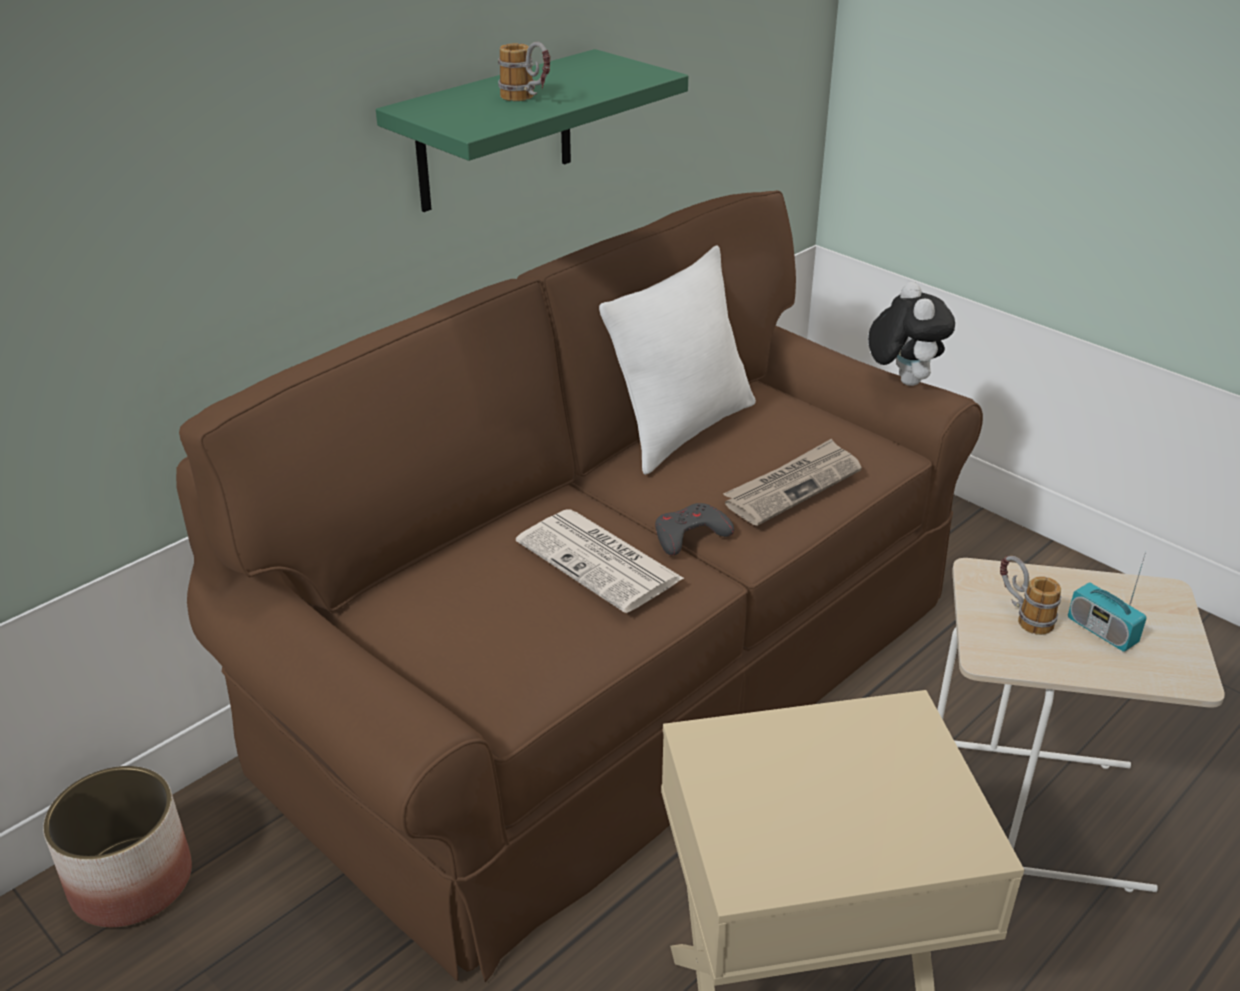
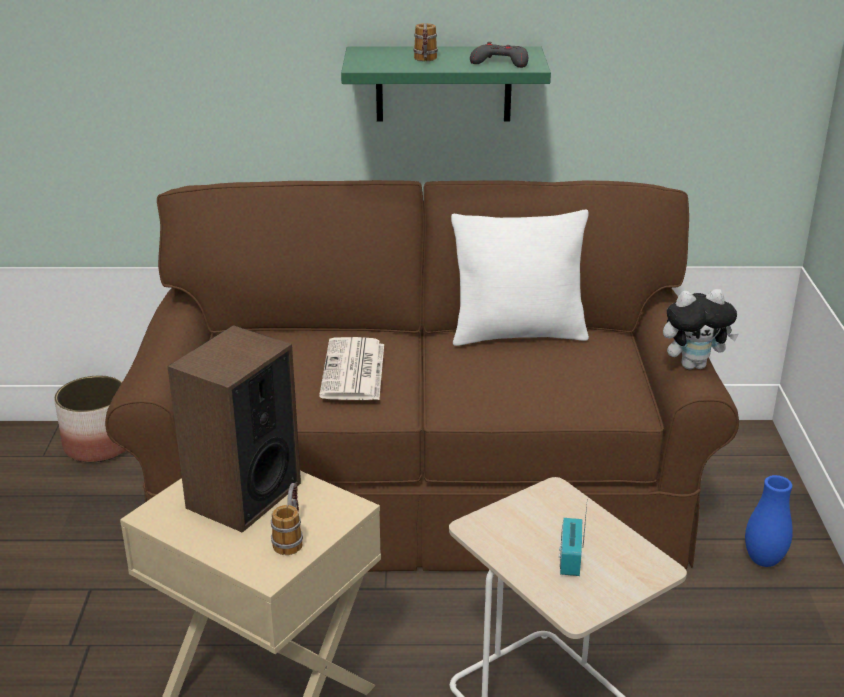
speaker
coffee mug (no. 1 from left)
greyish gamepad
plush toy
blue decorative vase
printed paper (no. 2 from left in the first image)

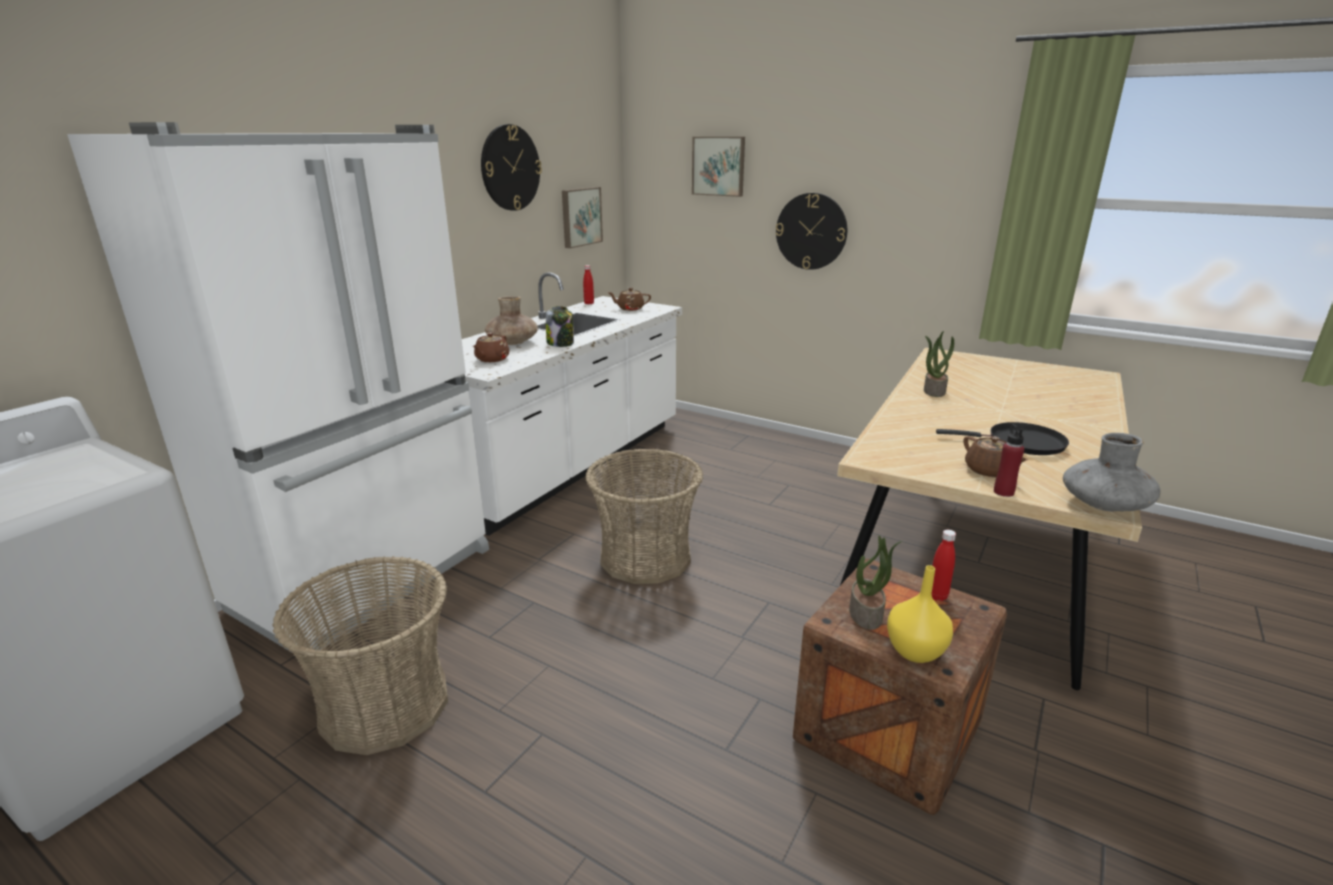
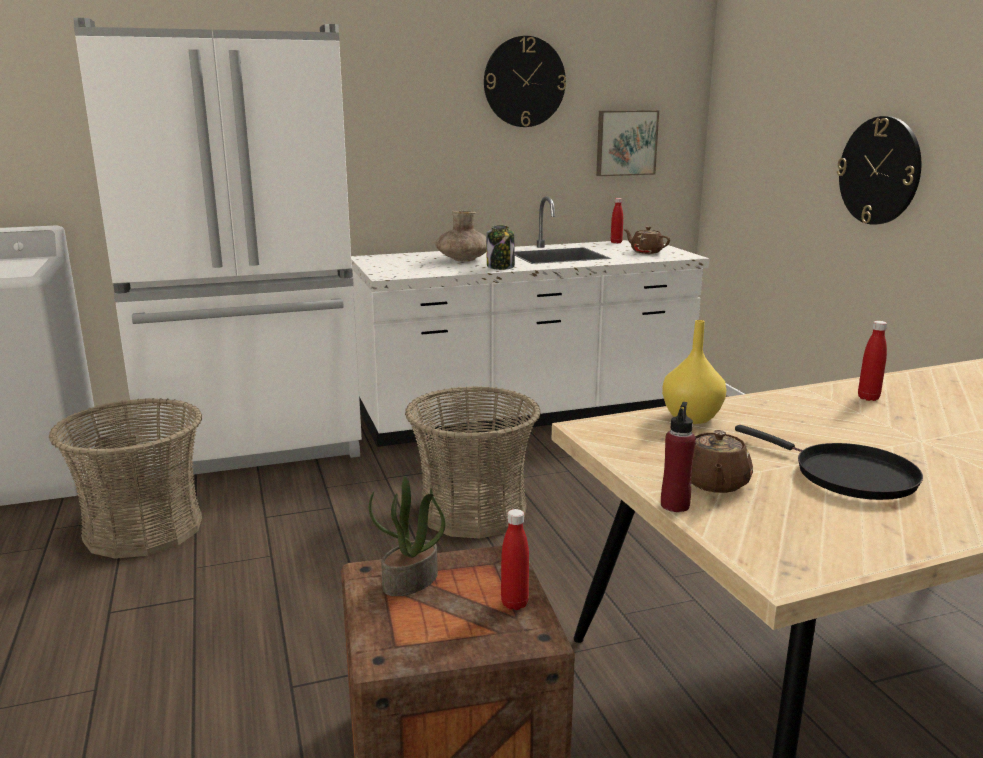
yellow decorative vase
red-coloured drink bottle (no. 4 from left)
brownish pot for tea (no. 1 from left in the first image)
wall art (no. 2 from left in the first image)
greyish decorative vase

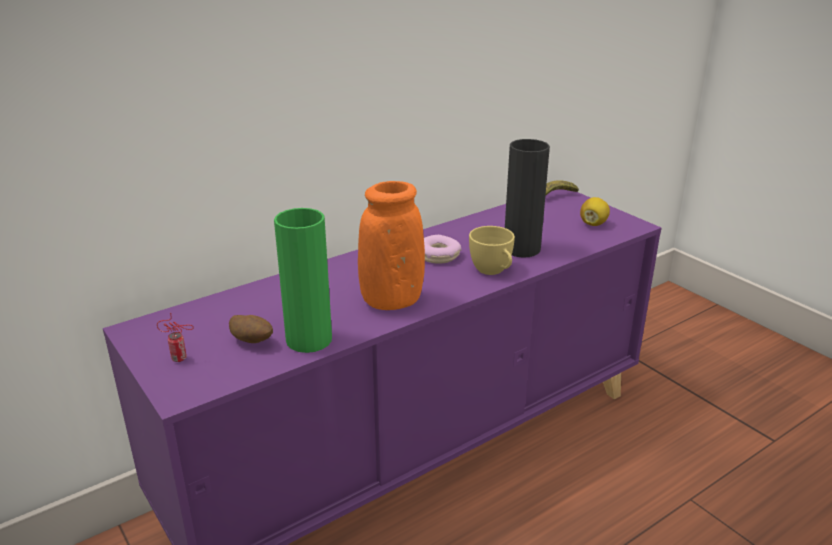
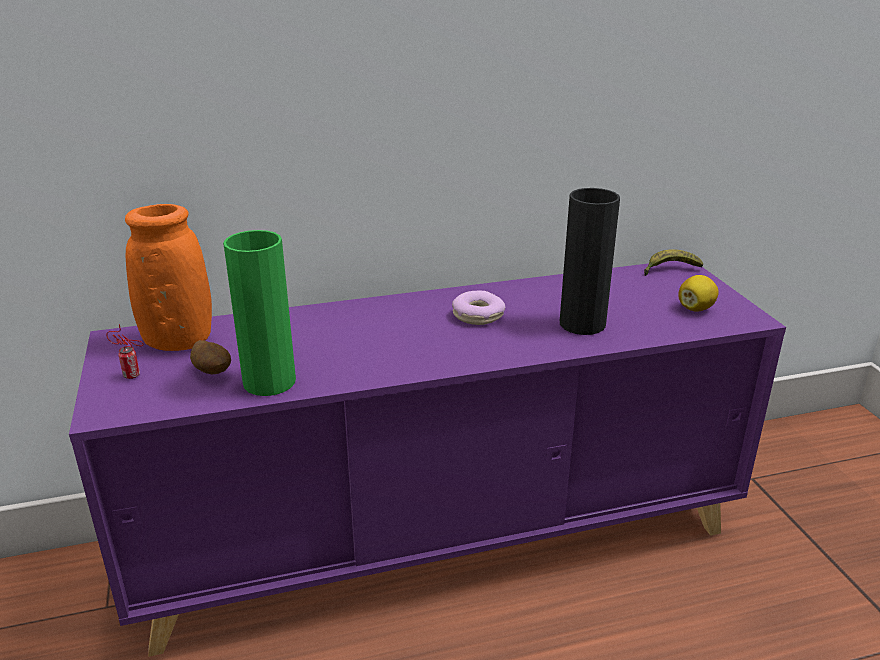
orange-coloured decorative vase
yellow cup

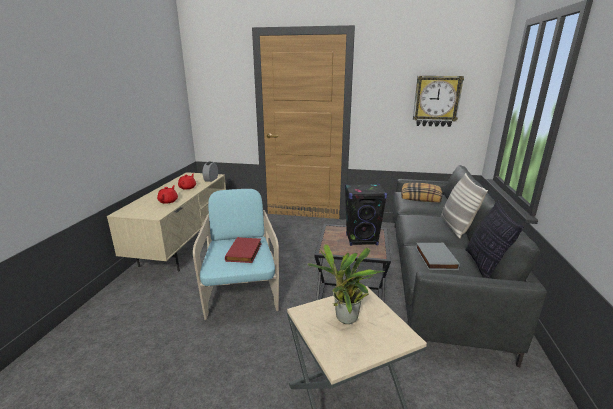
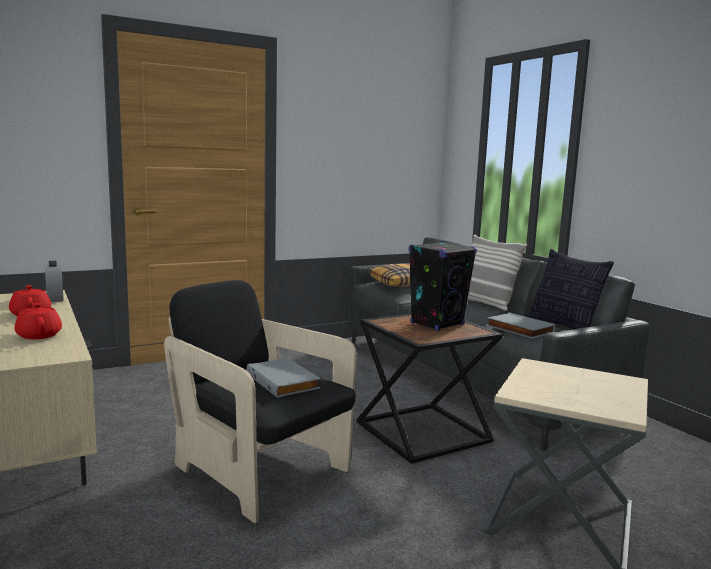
black-coloured armchair
greyish book (no. 1 from left)
houseplant
wall clock

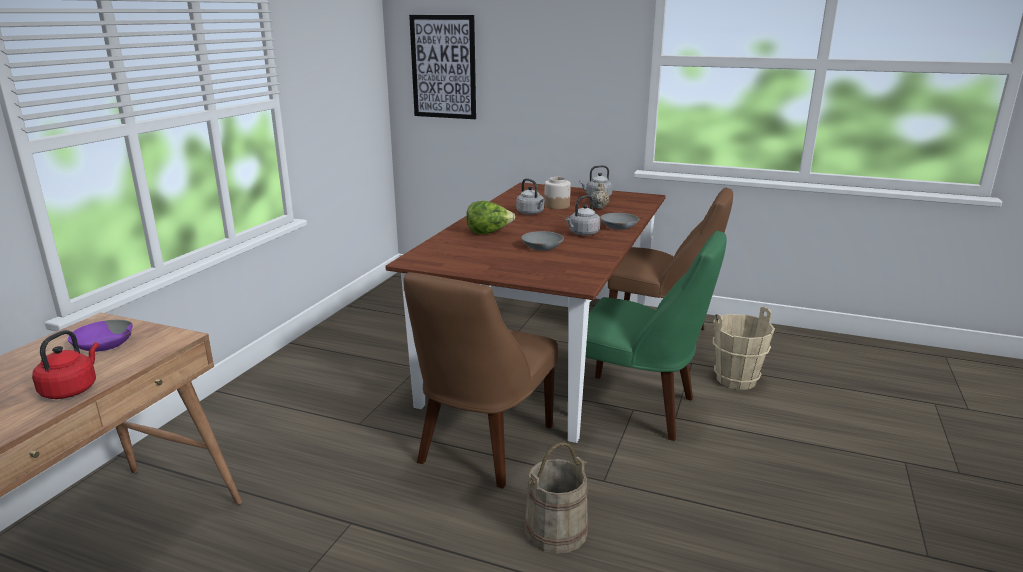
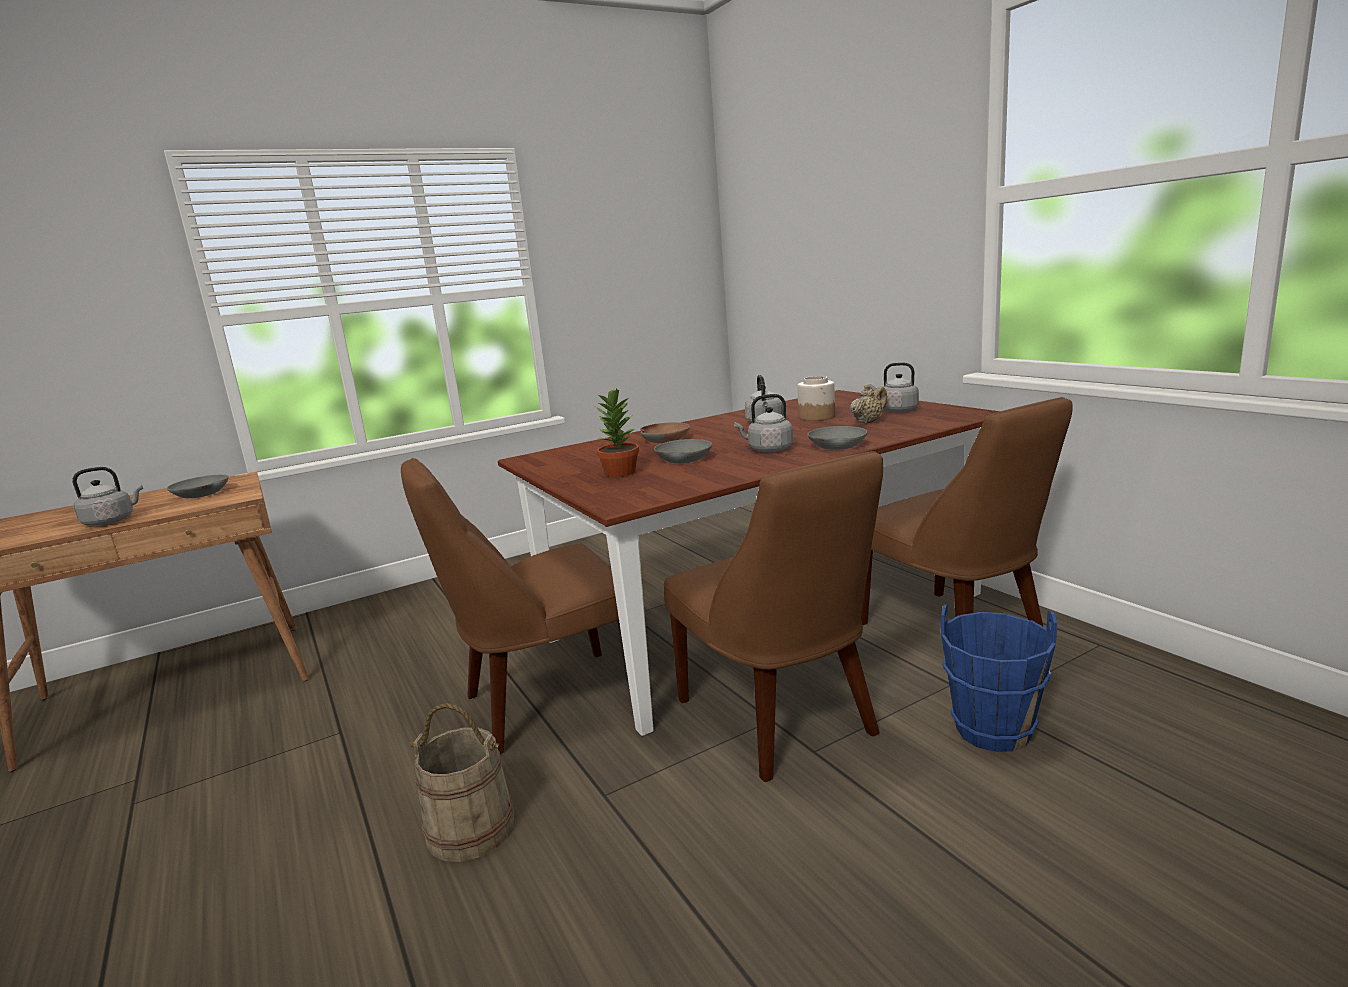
greyish water kettle (no. 1 from left)
greyish bowl (no. 1 from left)
houseplant
brownish bowl
brownish chair (no. 2 from left)
blue water bucket
wall art

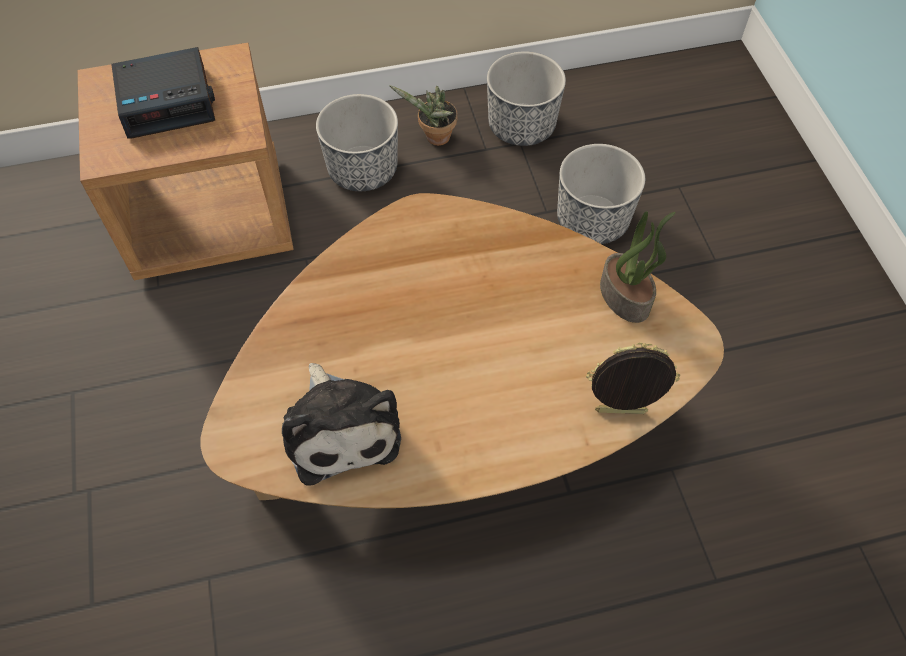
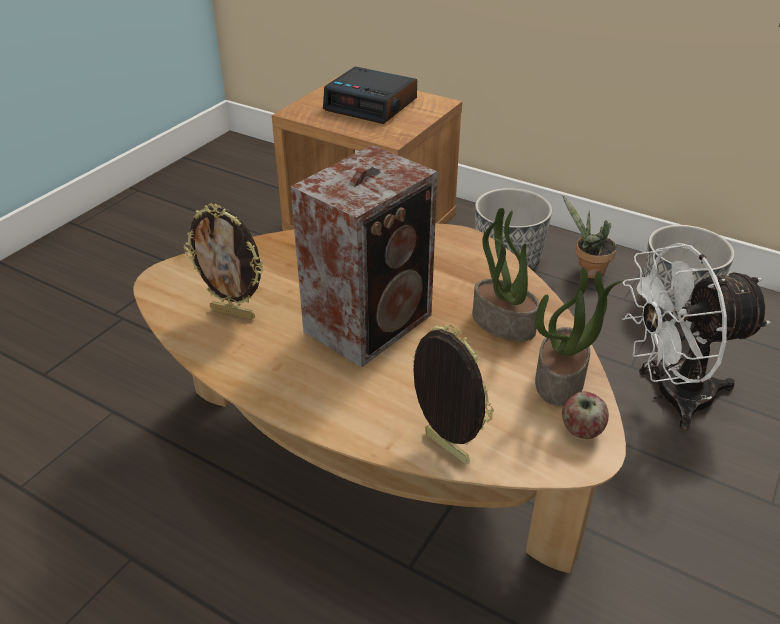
standing frame (no. 1 from left)
speaker
houseplant (no. 1 from left)
apple fruit
whitish fan

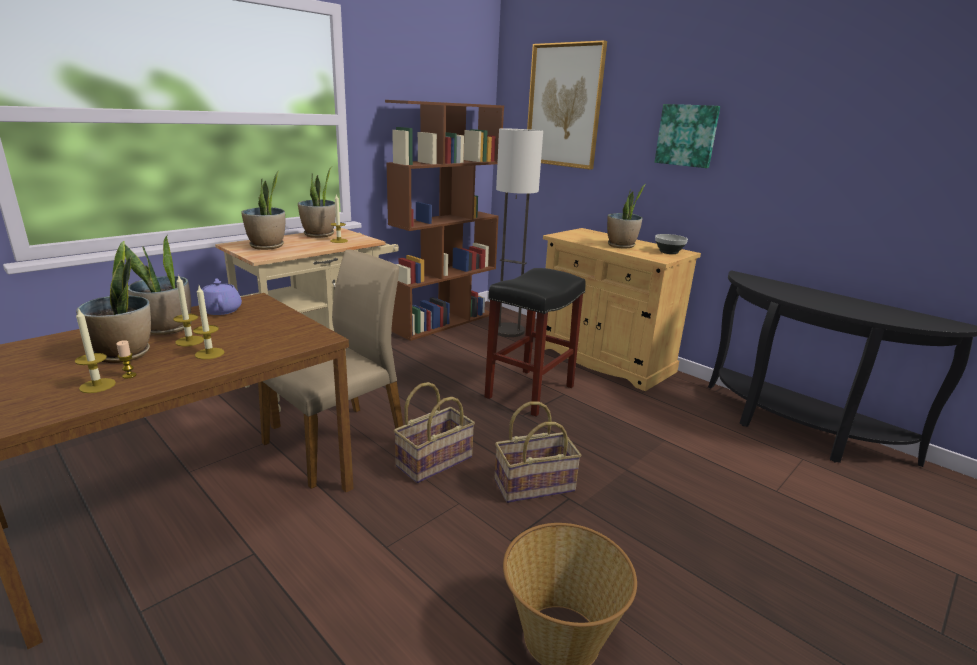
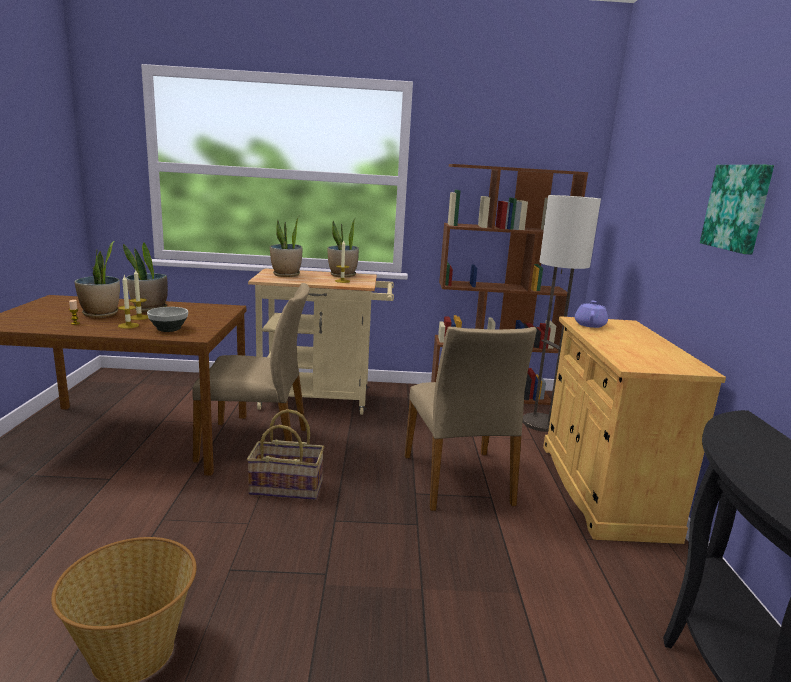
bowl
beige chair (no. 2 from left)
purple-coloured pot for tea
wax candle (no. 1 from left in the first image)
household basket (no. 2 from left in the first image)
wall art (no. 1 from left in the first image)
houseplant (no. 5 from left in the first image)

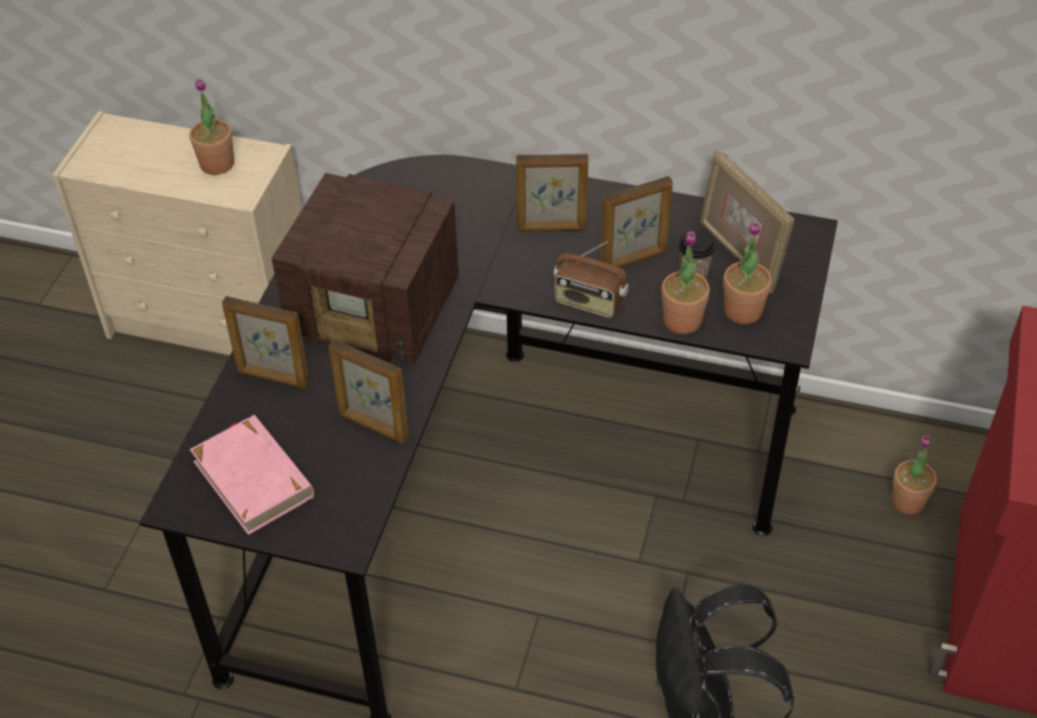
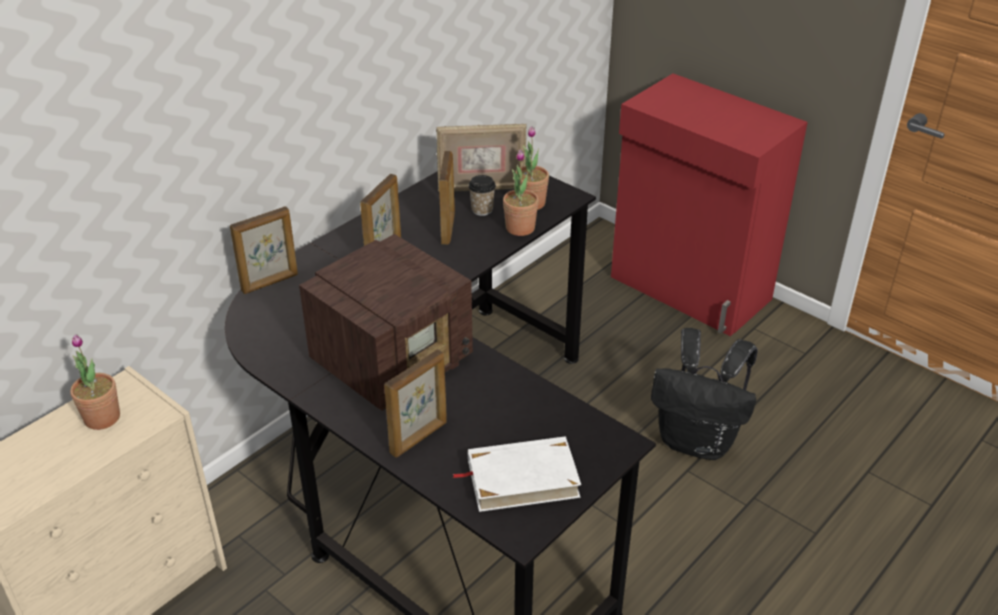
standing frame (no. 1 from left)
whitish book
radio (no. 2 from left in the first image)
houseplant (no. 4 from left in the first image)

